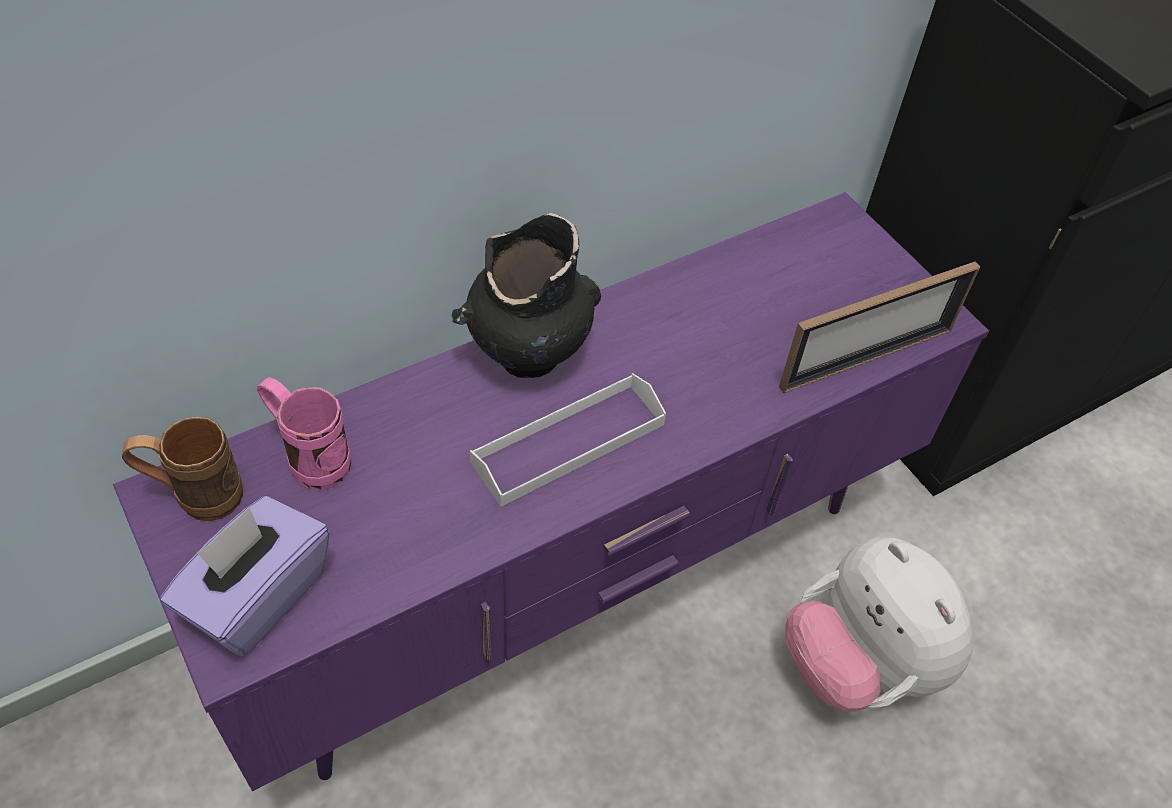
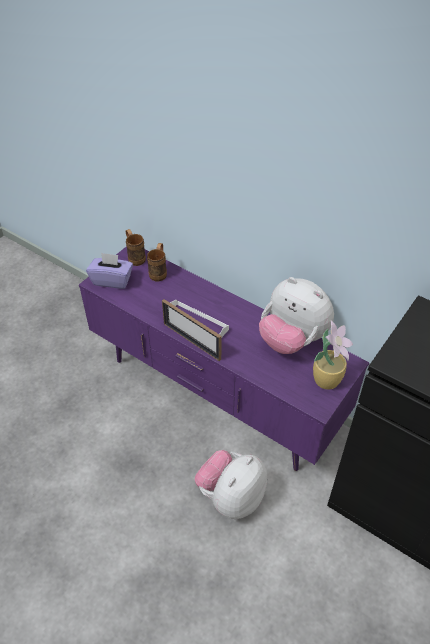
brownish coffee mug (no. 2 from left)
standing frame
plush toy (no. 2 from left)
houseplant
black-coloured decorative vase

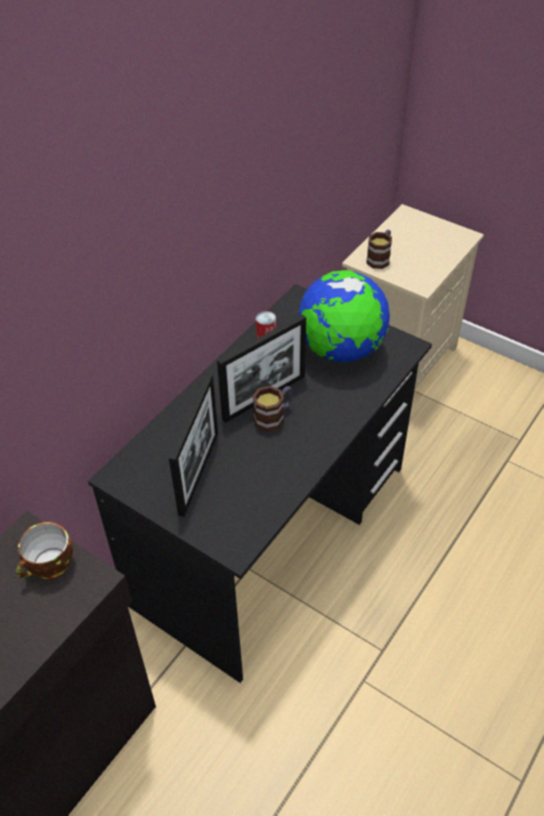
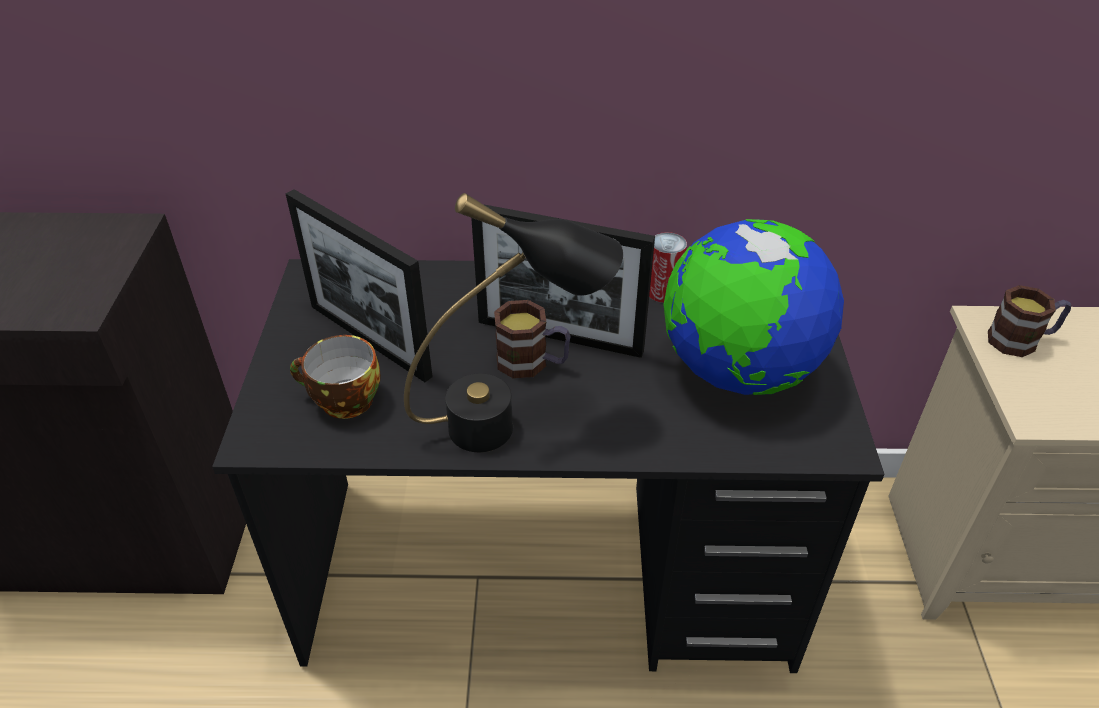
standing frame (no. 1 from left)
cup
black-coloured lamp for a table

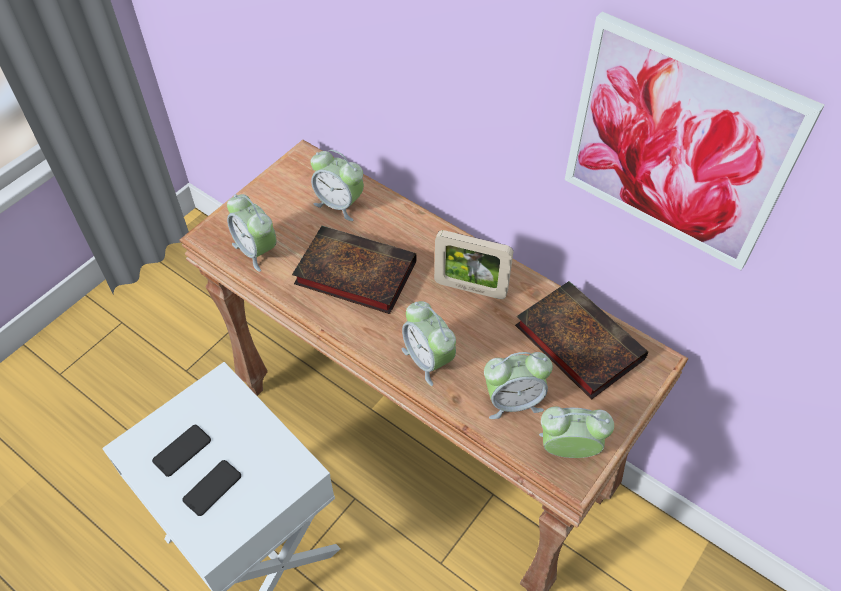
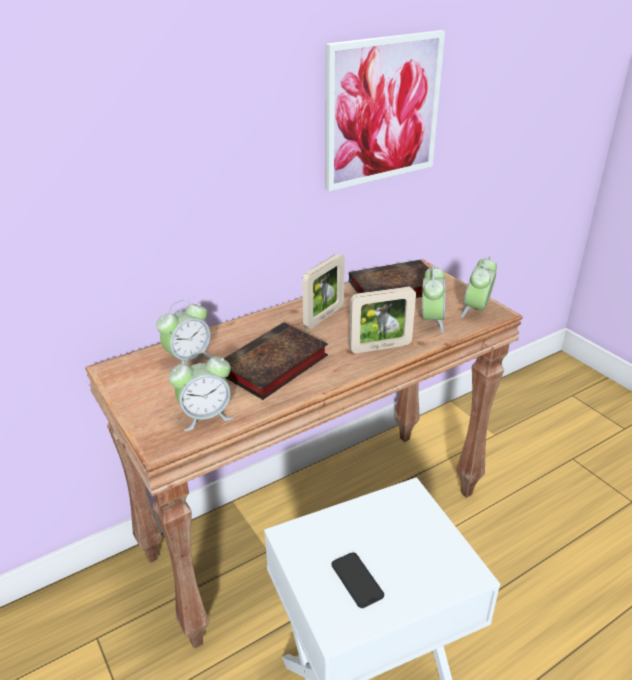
standing frame (no. 2 from left)
handset (no. 2 from left in the first image)

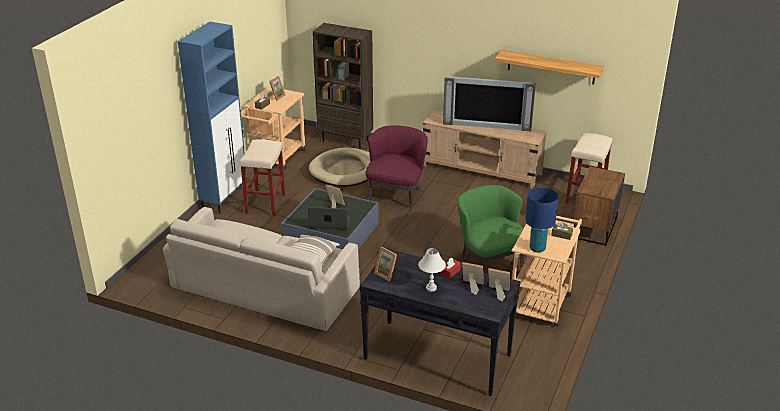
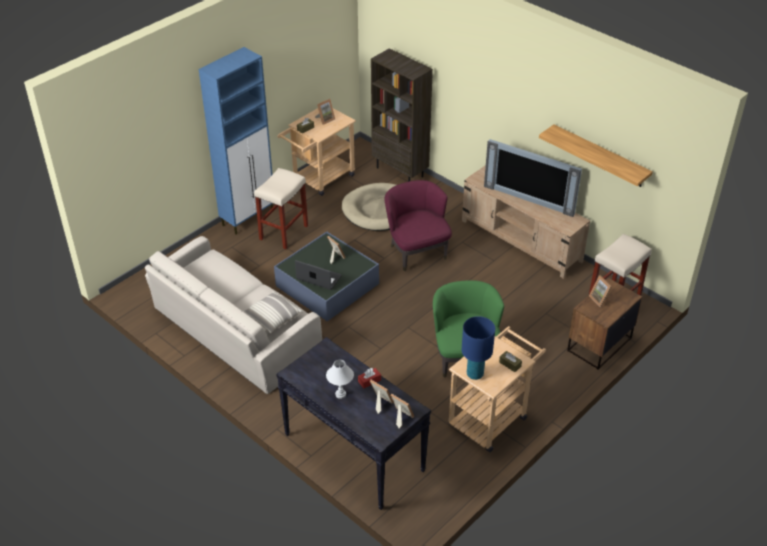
purple-coloured armchair
standing frame (no. 5 from left)

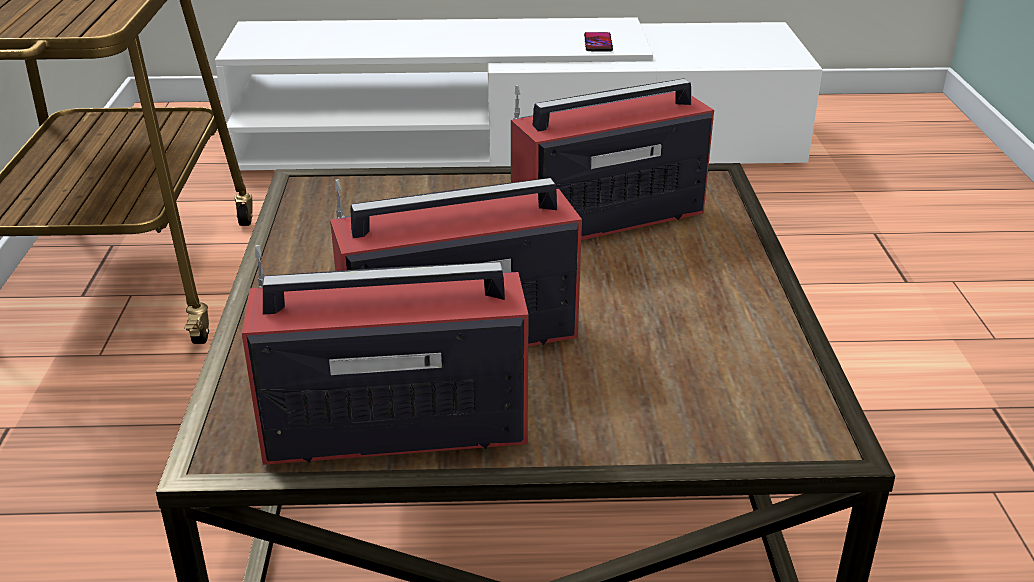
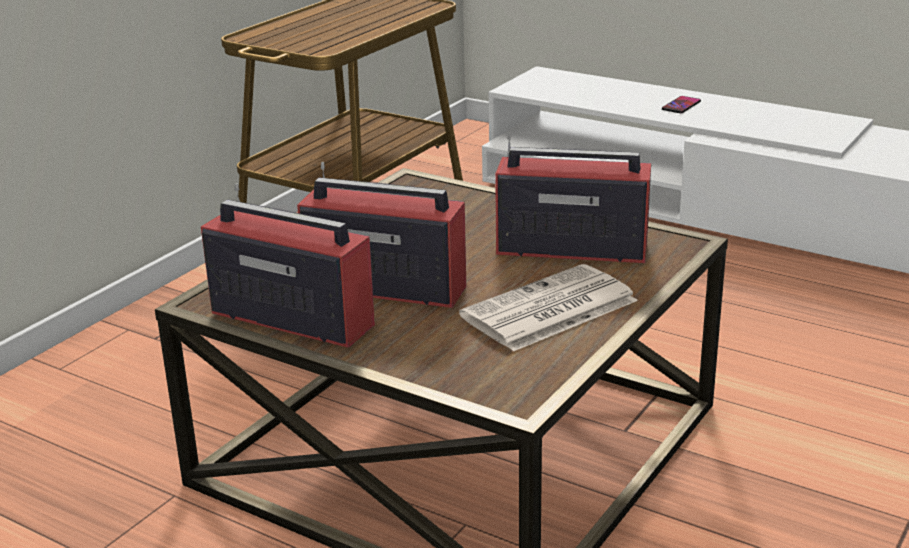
printed paper
handset

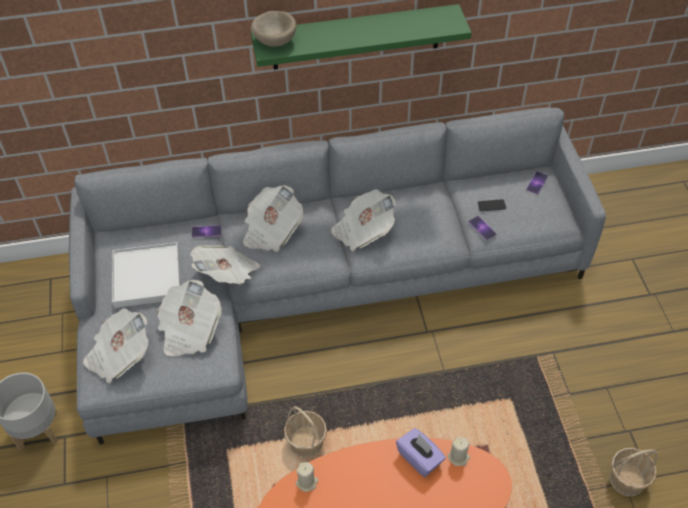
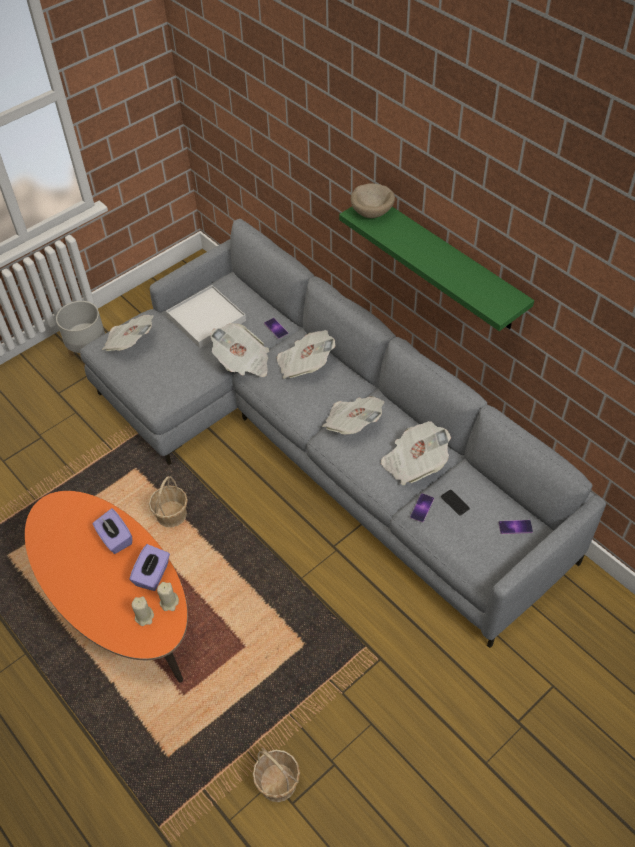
purple-coloured box of tissues (no. 1 from left)
beige wax candle (no. 1 from left)
printed paper (no. 5 from left)

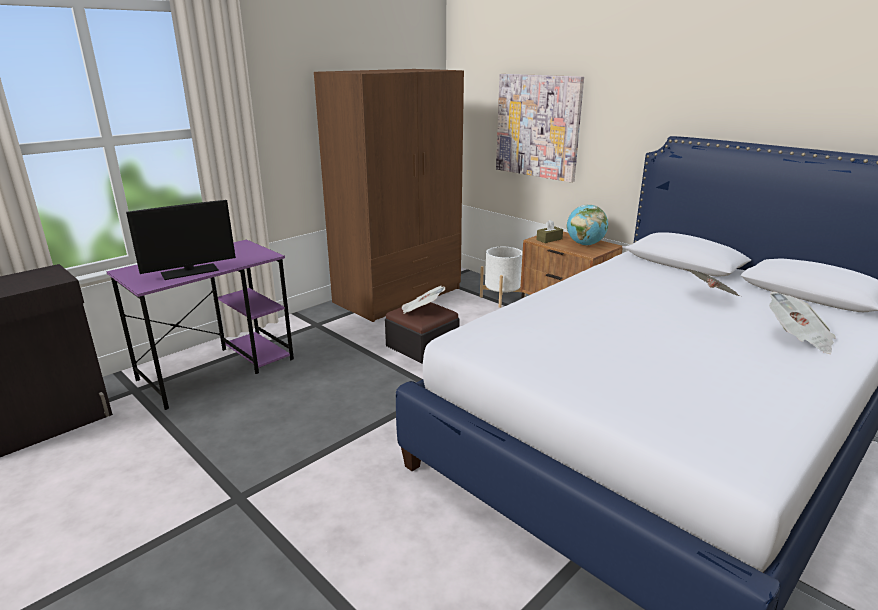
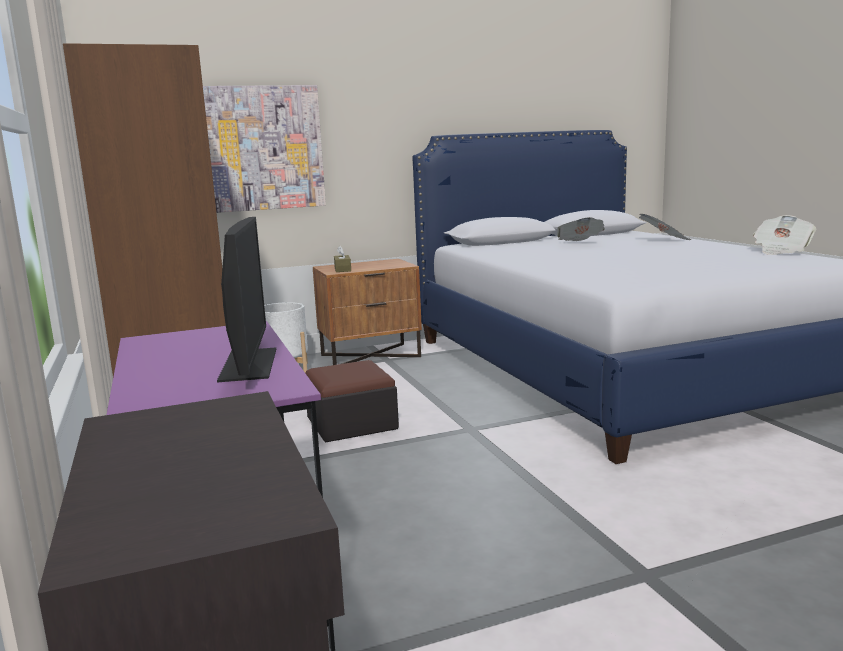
printed paper (no. 3 from left)
world globe

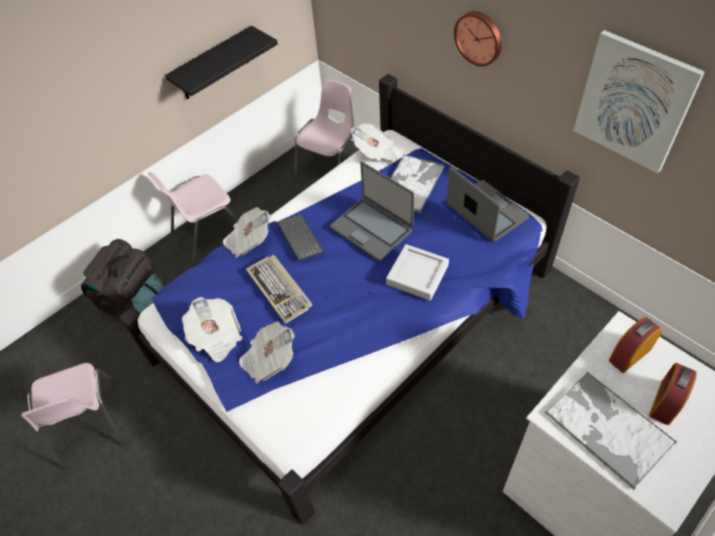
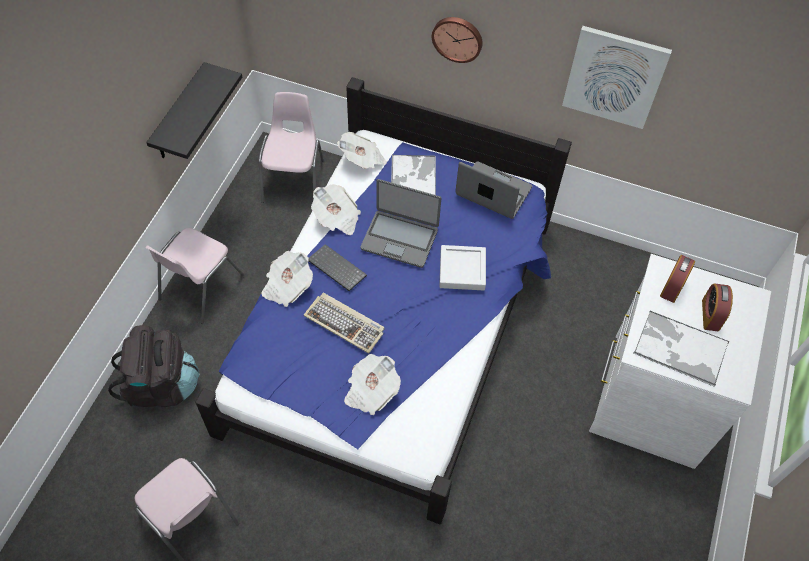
printed paper (no. 2 from left)

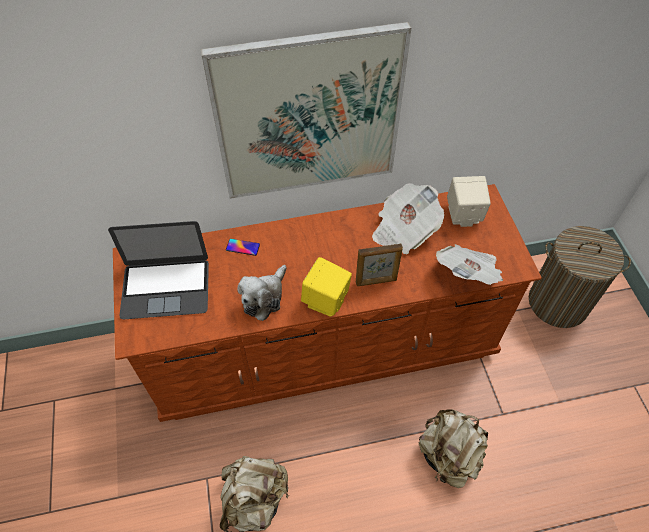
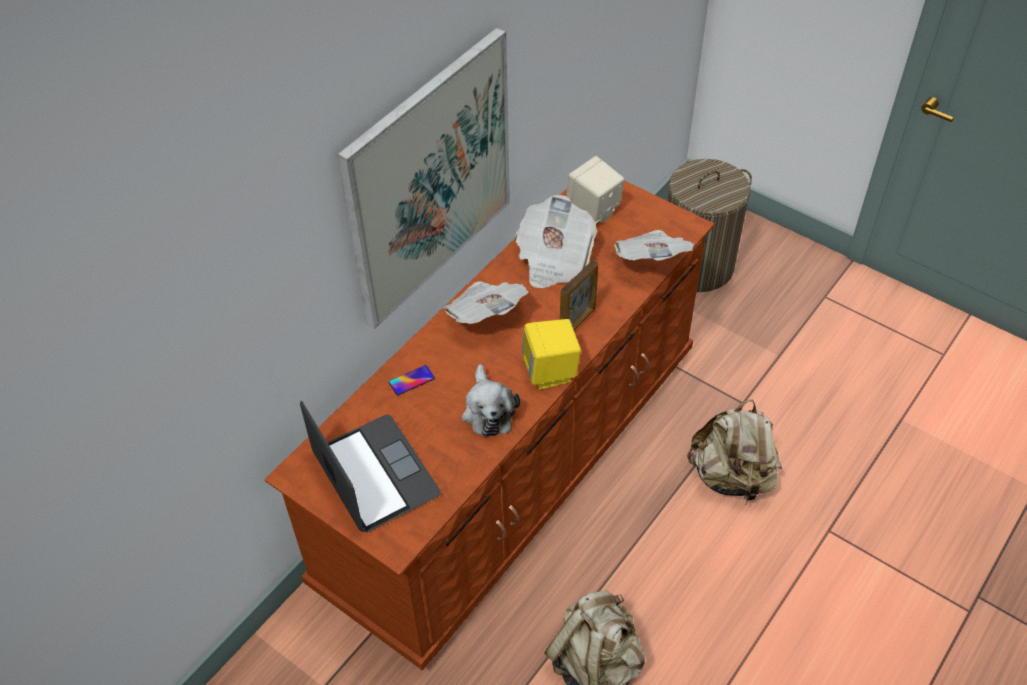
notebook computer
printed paper (no. 1 from left)

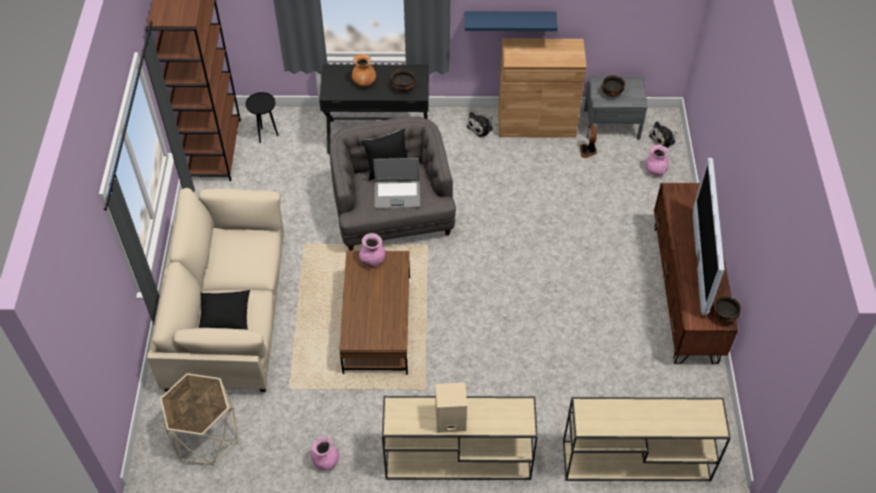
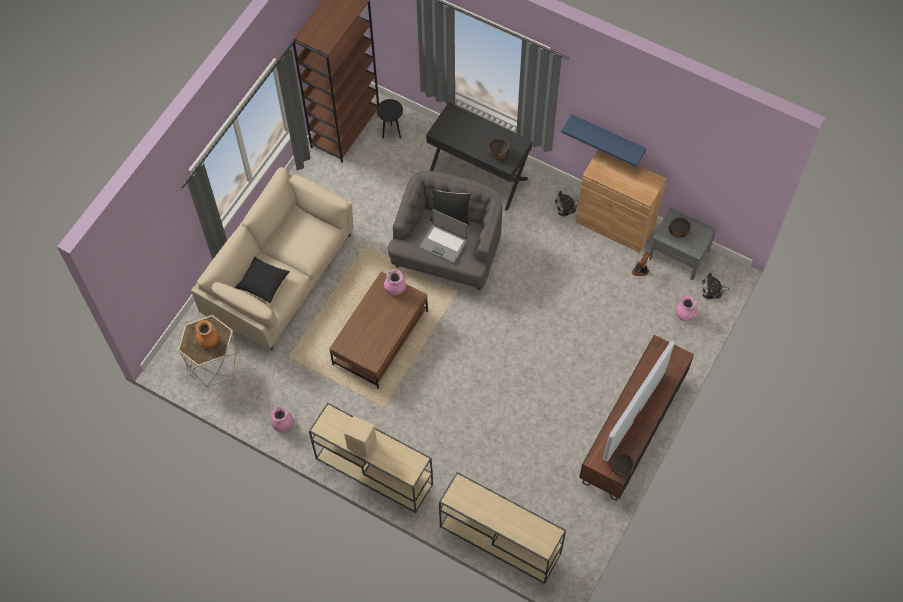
orange-coloured decorative vase

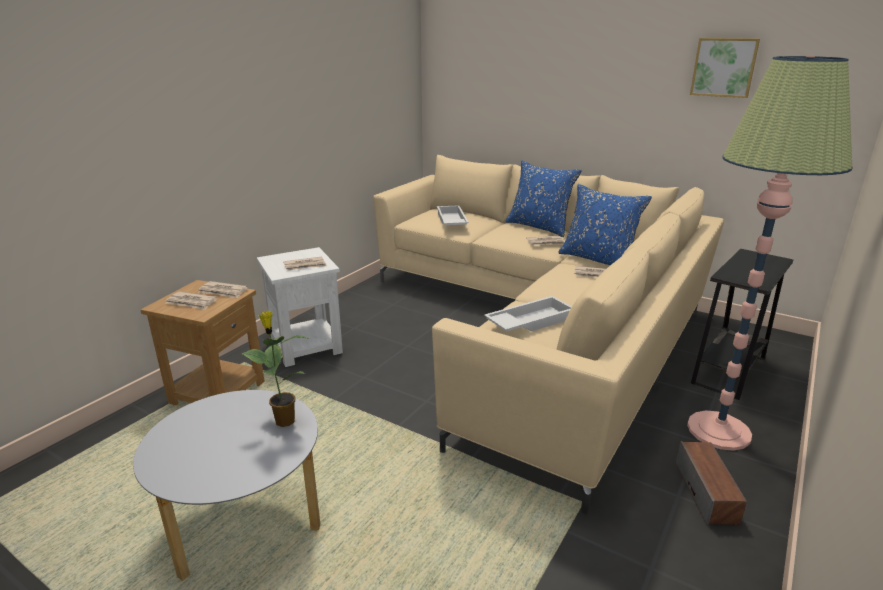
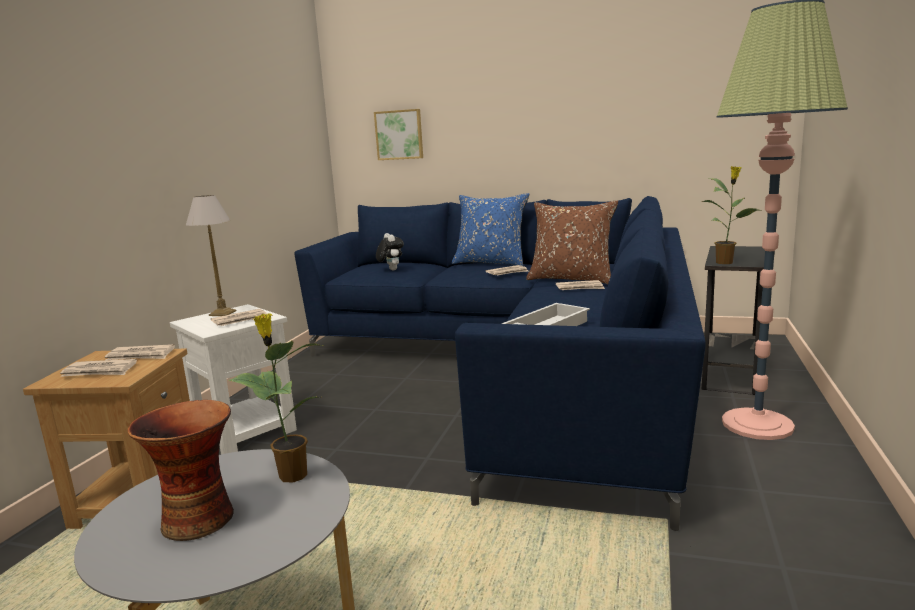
decorative vase
lamp for a table
blue settee
wall art
plush toy
brownish throw pillow
houseplant (no. 2 from left)
speaker

